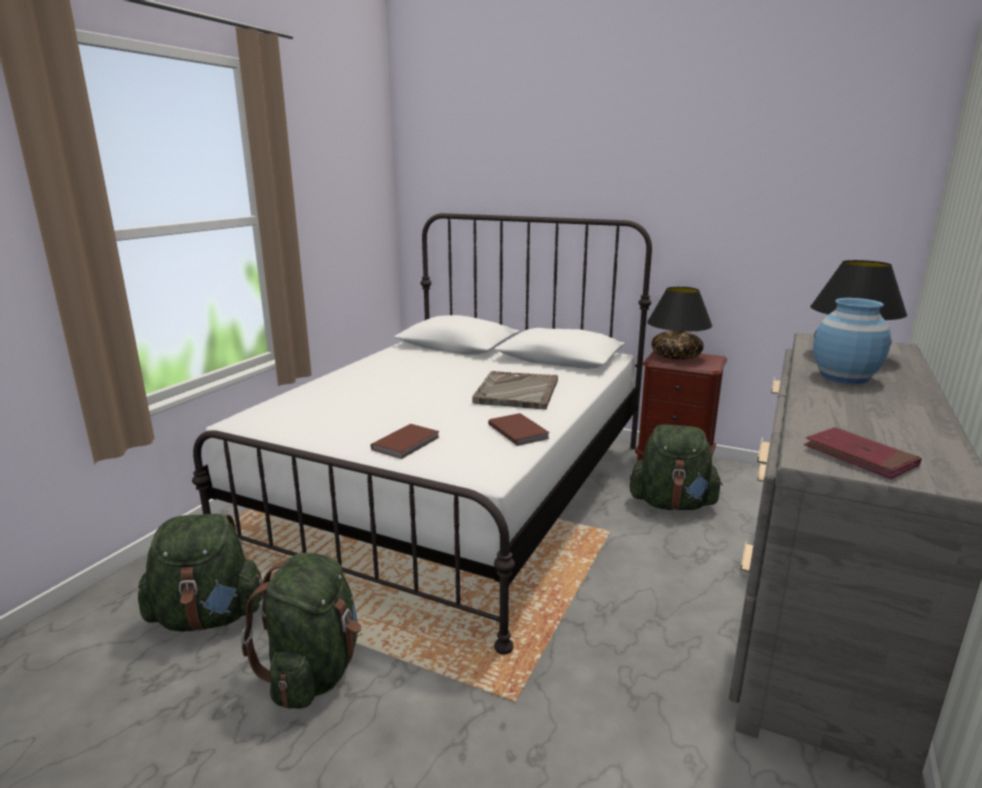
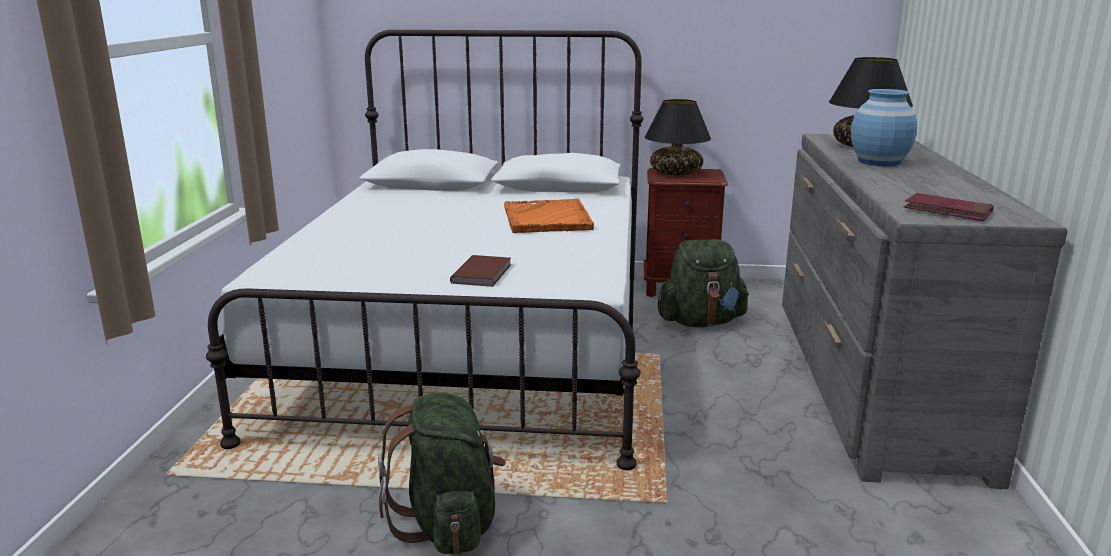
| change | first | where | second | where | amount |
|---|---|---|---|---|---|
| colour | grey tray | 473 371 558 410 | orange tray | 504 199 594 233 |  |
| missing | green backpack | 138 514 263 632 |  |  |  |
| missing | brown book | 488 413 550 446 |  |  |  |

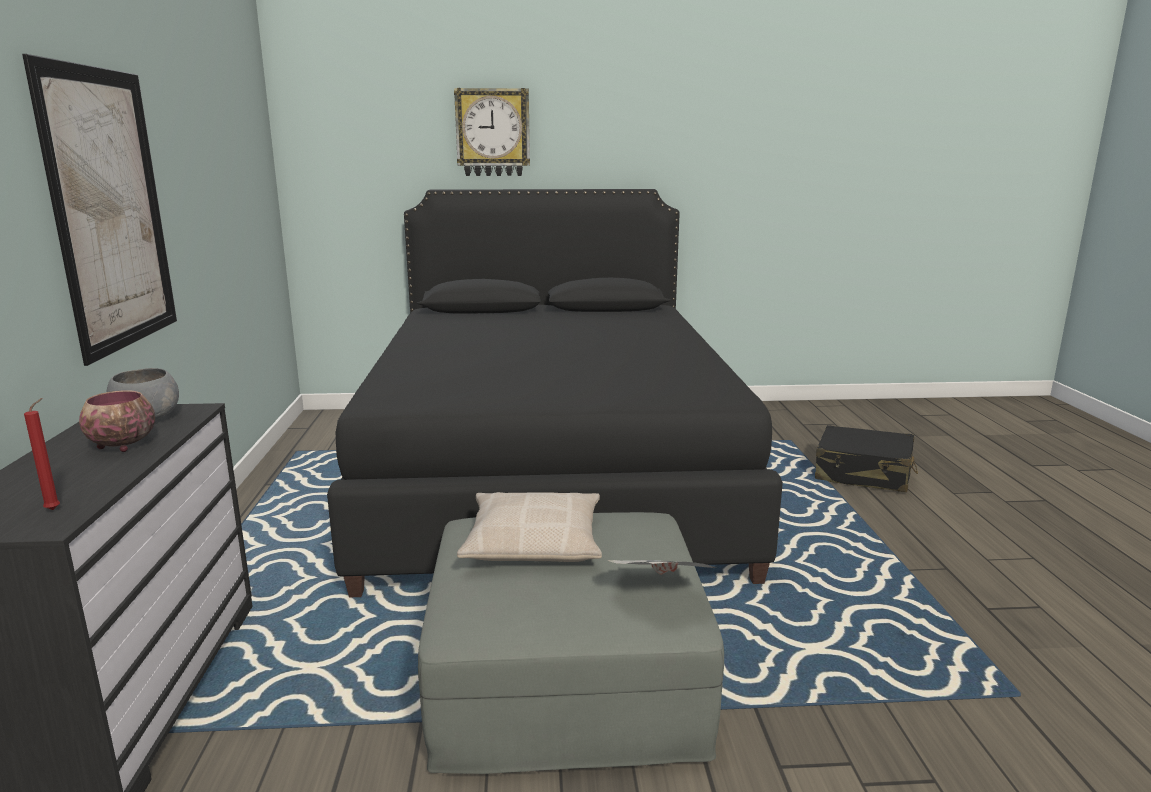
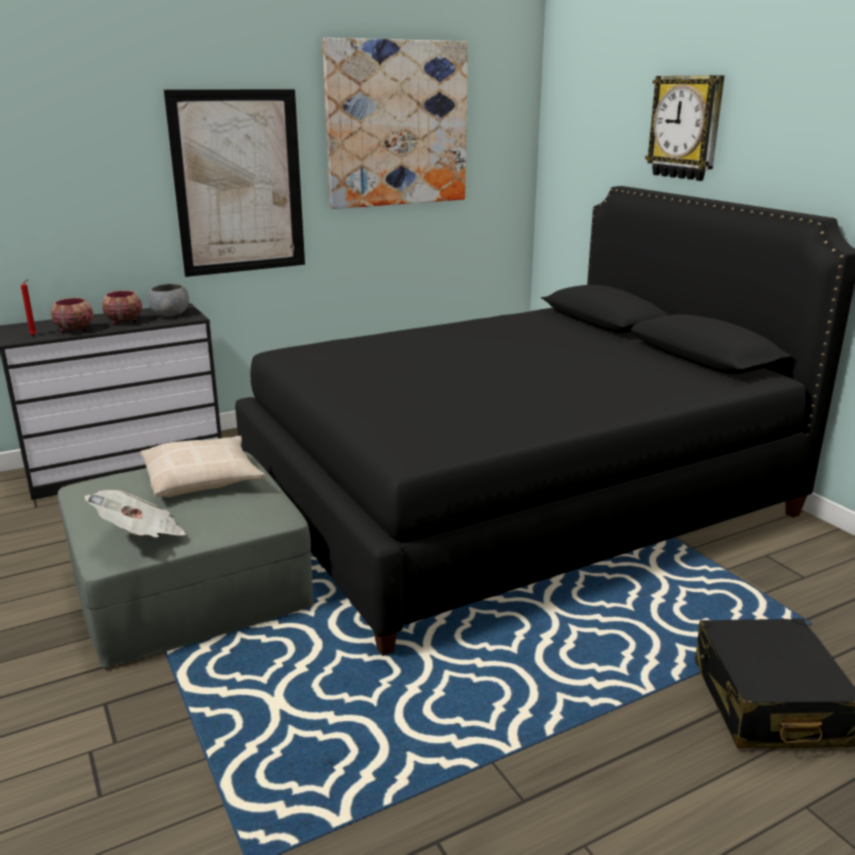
| change | first | where | second | where | amount |
|---|---|---|---|---|---|
| appeared |  |  | bowl | 51 298 94 333 |  |
| appeared |  |  | picture | 323 38 468 209 |  |

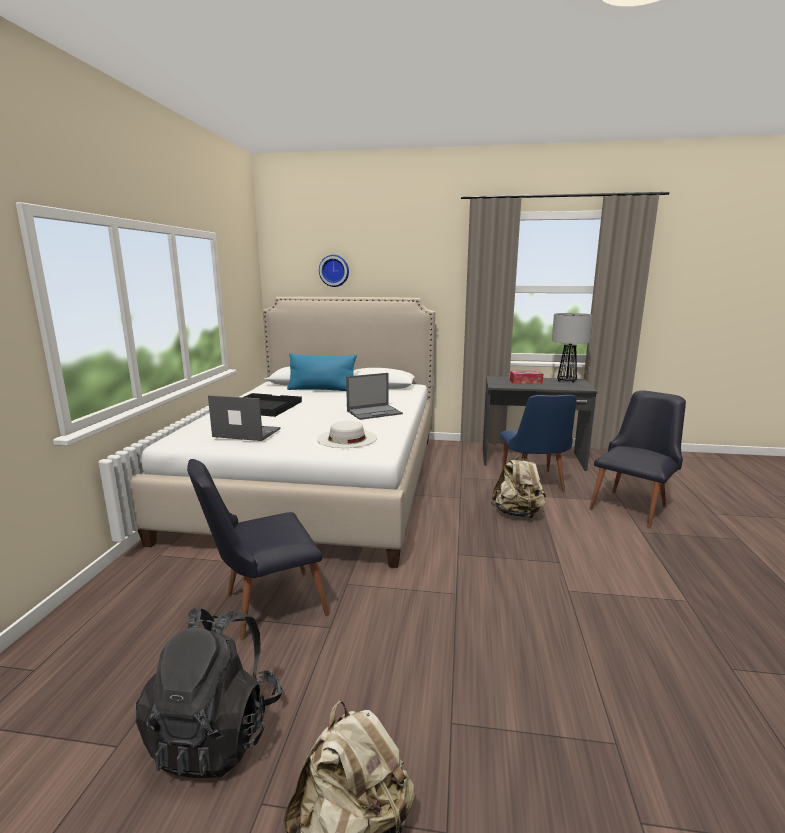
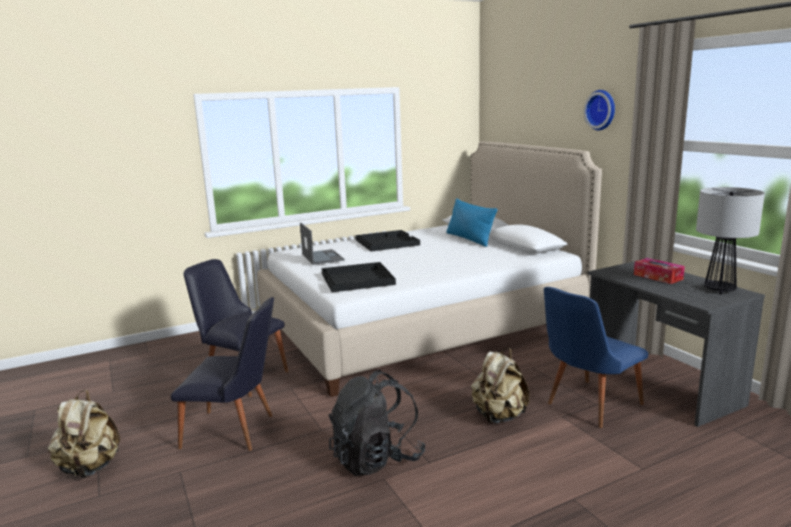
| change | first | where | second | where | amount |
|---|---|---|---|---|---|
| relocated | black chair | 589 390 686 528 |  | 171 297 274 451 |  |
| exchanged | white hat | 317 421 377 448 | black tray | 322 262 396 292 |  |
| relocated | black backpack | 136 608 282 778 |  | 329 370 426 476 |  |
| relocated | wall clock | 319 255 349 287 |  | 584 90 615 130 |  |
| missing | laptop | 346 373 403 420 |  |  |  |

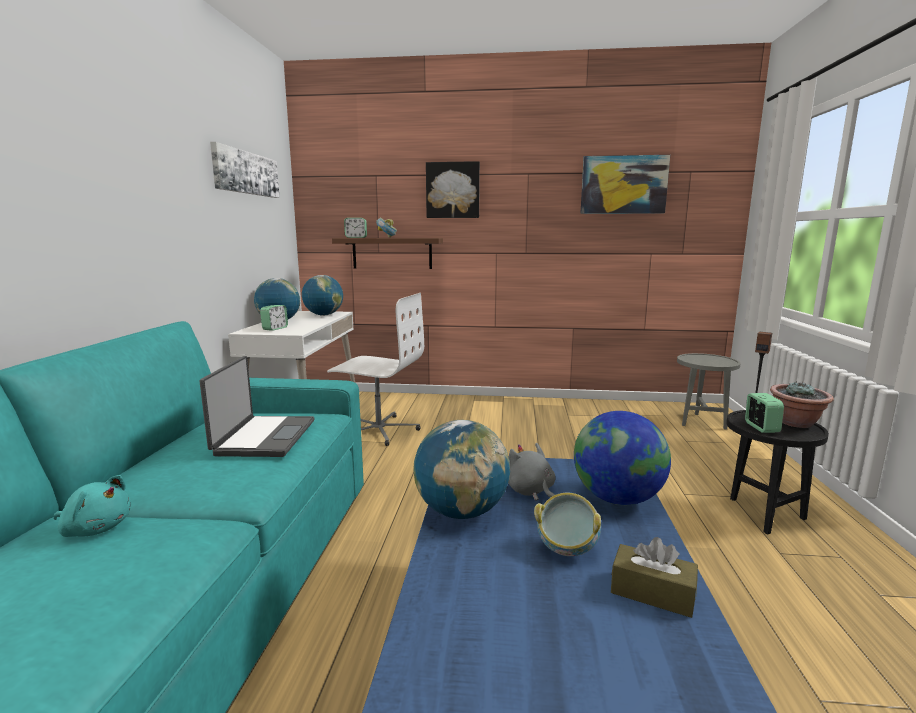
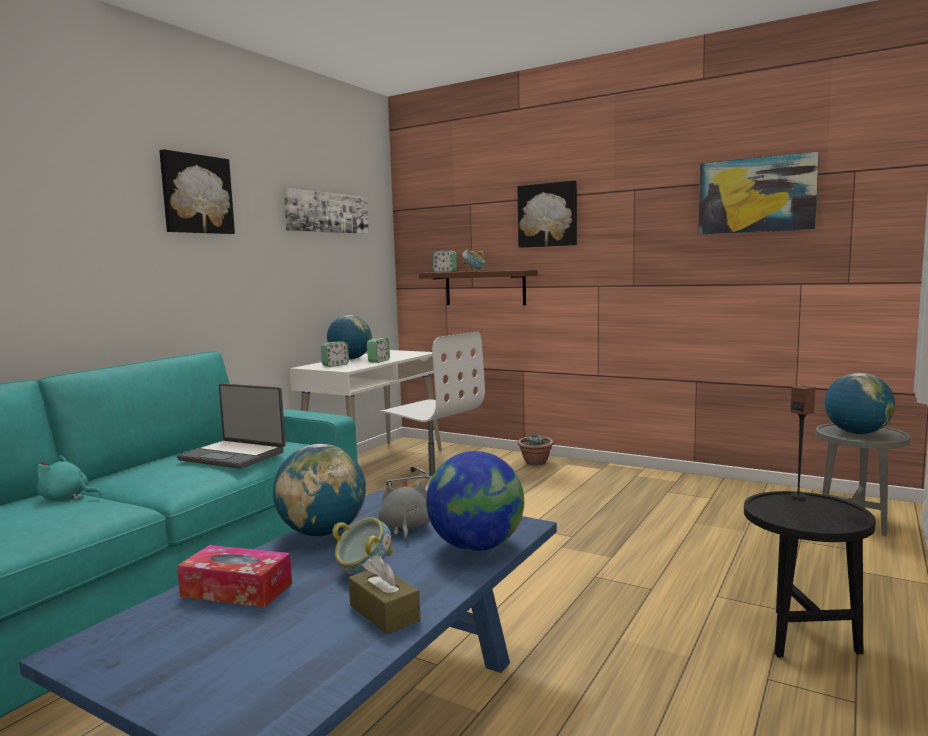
| change | first | where | second | where | amount |
|---|---|---|---|---|---|
| spun | turquoise plush toy | 54 475 131 537 |  | 37 455 102 501 | 150 degrees clockwise |
| appeared |  |  | picture | 159 149 235 234 |  |
| spun | laptop | 200 356 314 457 |  | 177 383 286 469 | 90 degrees clockwise |
| appeared |  |  | tissue box | 177 545 292 608 |  |
| relocated | alarm clock | 745 393 784 433 |  | 367 338 390 363 |  |
| relocated | potted plant | 770 381 834 428 |  | 517 434 554 466 |  |
| relocated | globe | 302 275 343 316 |  | 824 373 895 434 |  |

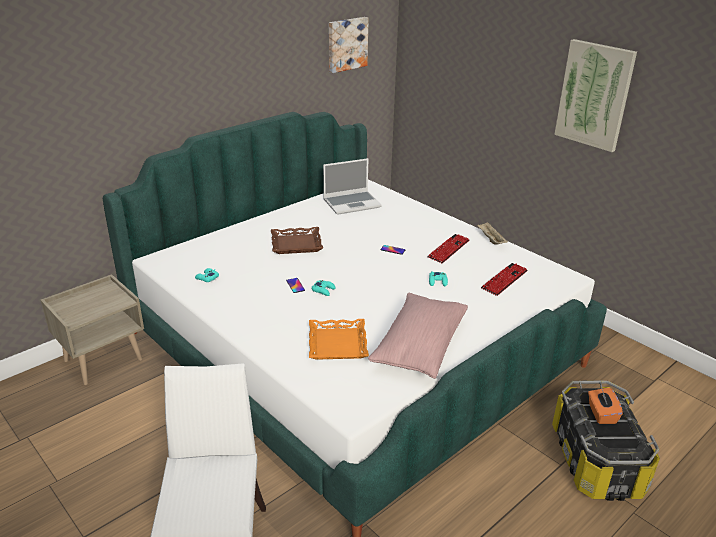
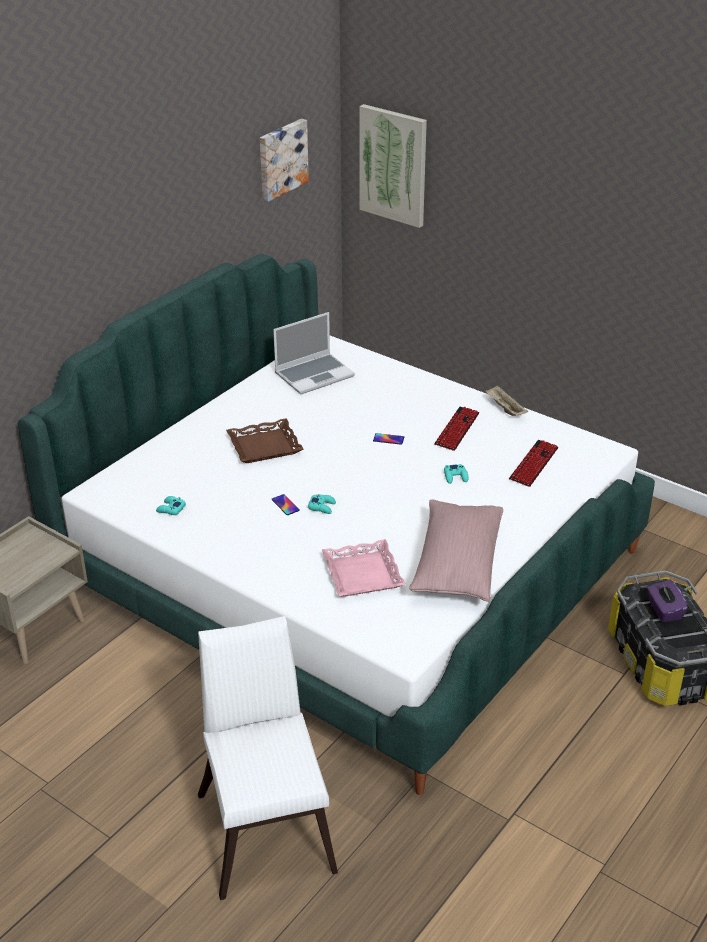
| change | first | where | second | where | amount |
|---|---|---|---|---|---|
| colour | orange tray | 309 319 369 360 | pink tray | 322 539 406 597 |  |
| relocated | picture | 554 39 637 152 |  | 360 104 427 228 |  |
| colour | orange tissue box | 588 387 623 424 | purple tissue box | 647 580 688 623 |  |

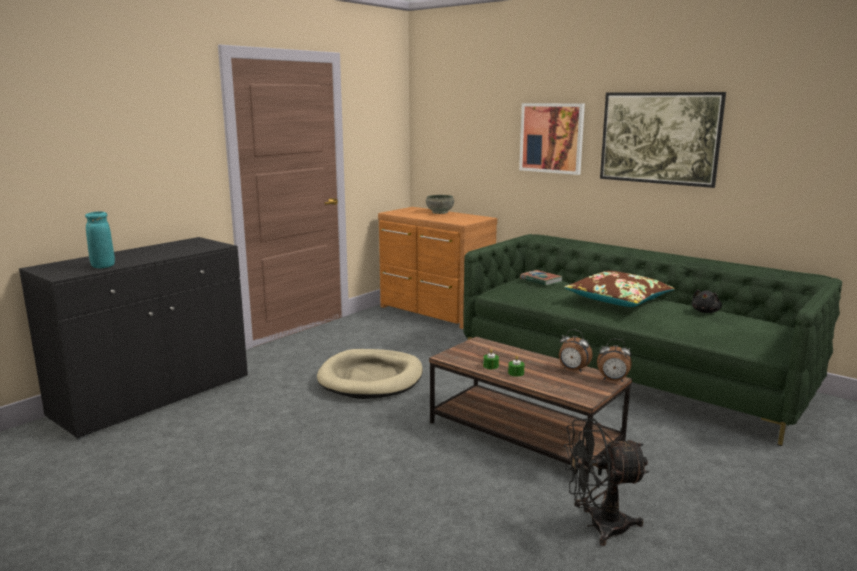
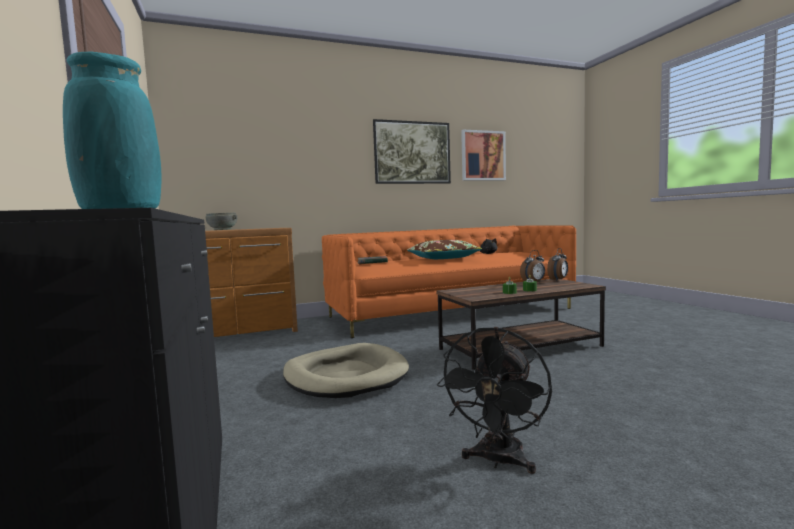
| change | first | where | second | where | amount |
|---|---|---|---|---|---|
| colour | green sofa | 463 234 842 446 | orange sofa | 322 225 576 338 |  |
| relocated | black fan | 564 418 649 546 |  | 437 327 552 474 |  |
| relocated | picture | 519 103 585 175 |  | 461 130 506 181 |  |

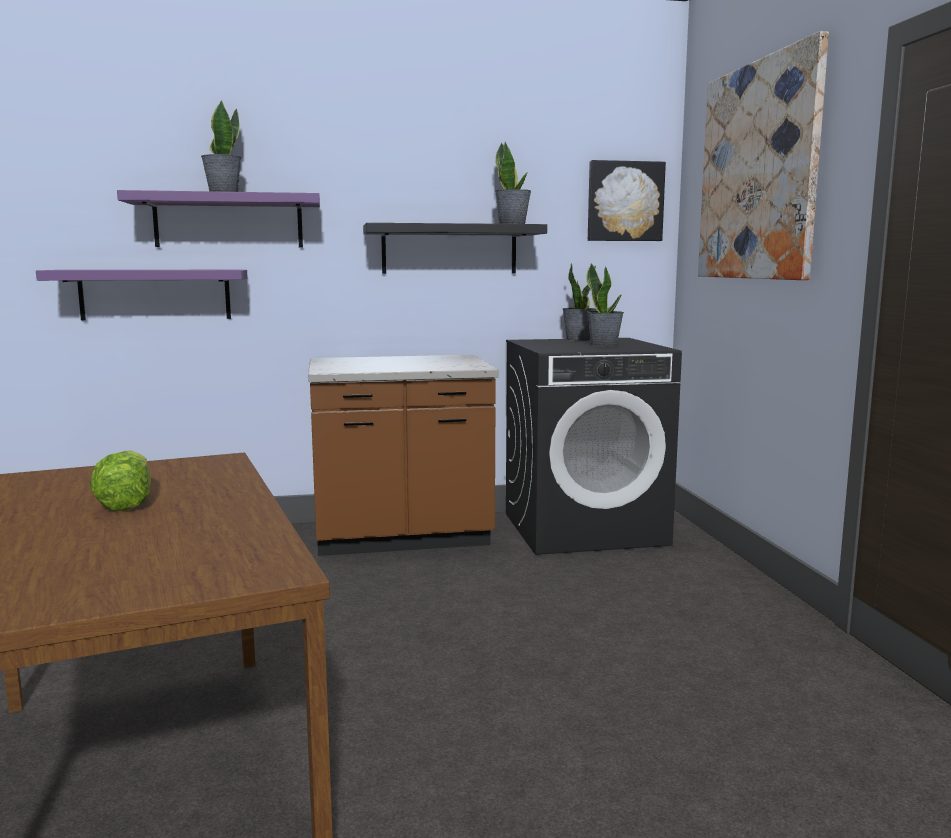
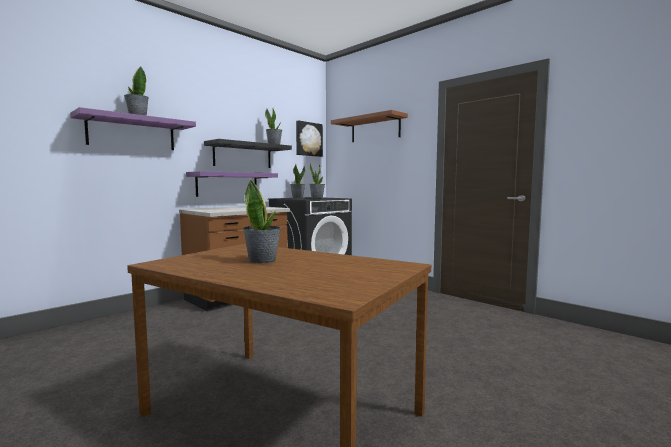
| change | first | where | second | where | amount |
|---|---|---|---|---|---|
| relocated | purple shelf | 36 270 248 320 |  | 186 171 278 197 |  |
| exchanged | lettuce | 90 450 151 511 | potted plant | 243 179 281 264 |  |
| exchanged | picture | 698 31 829 280 | brown shelf | 331 110 408 142 |  |

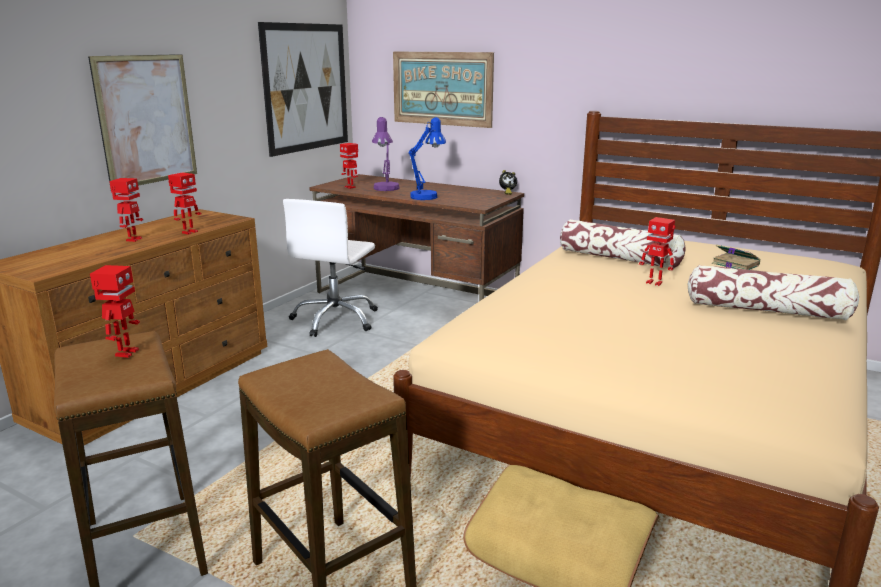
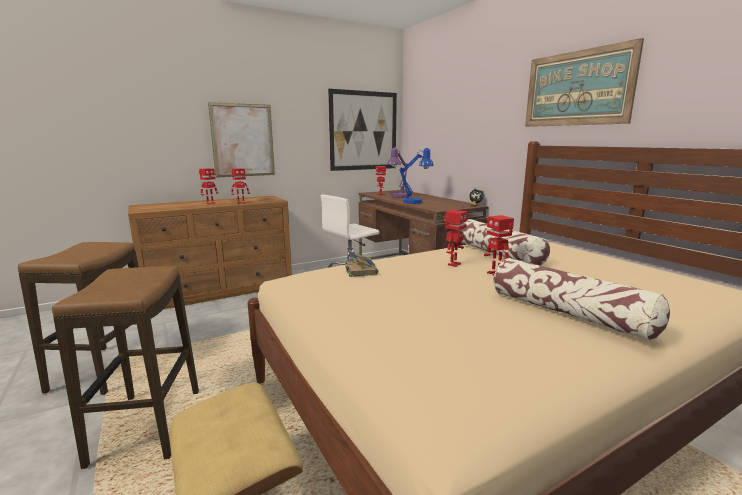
| change | first | where | second | where | amount |
|---|---|---|---|---|---|
| relocated | book | 712 244 760 270 |  | 345 249 378 277 |  |
| relocated | toy robot | 90 265 140 358 |  | 445 210 468 267 |  |
| relocated | picture | 393 52 494 128 |  | 525 38 644 127 |  |

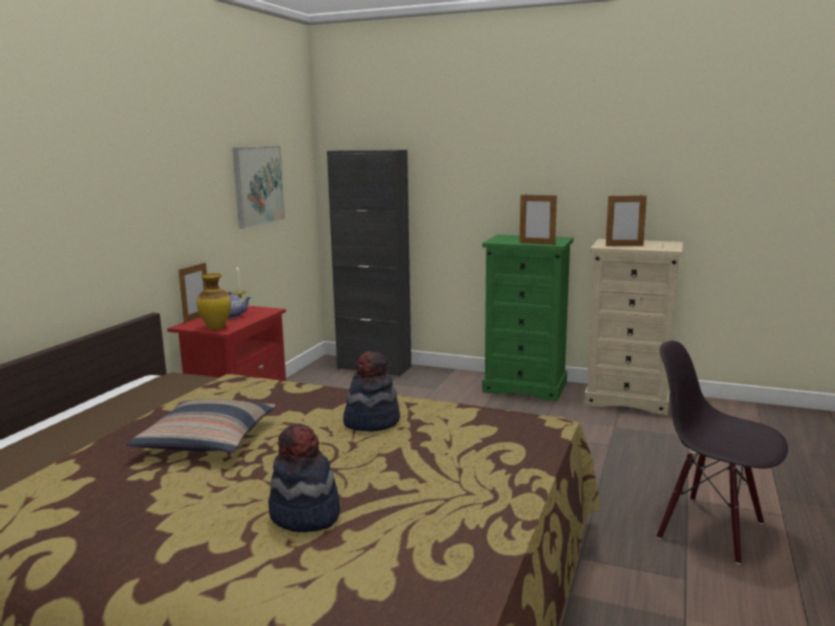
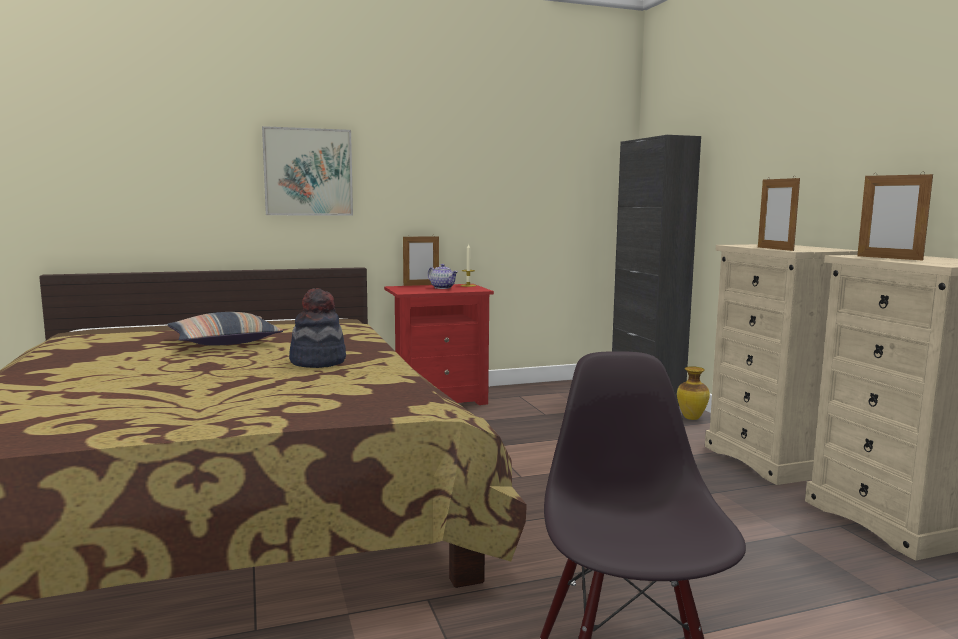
| change | first | where | second | where | amount |
|---|---|---|---|---|---|
| relocated | picture | 233 146 285 229 |  | 262 126 353 215 |  |
| relocated | vase | 197 273 231 330 |  | 677 366 710 420 |  |
| colour | green dresser | 482 235 574 401 | beige dresser | 705 244 858 485 |  |
| missing | hat | 268 423 340 532 |  |  |  |

